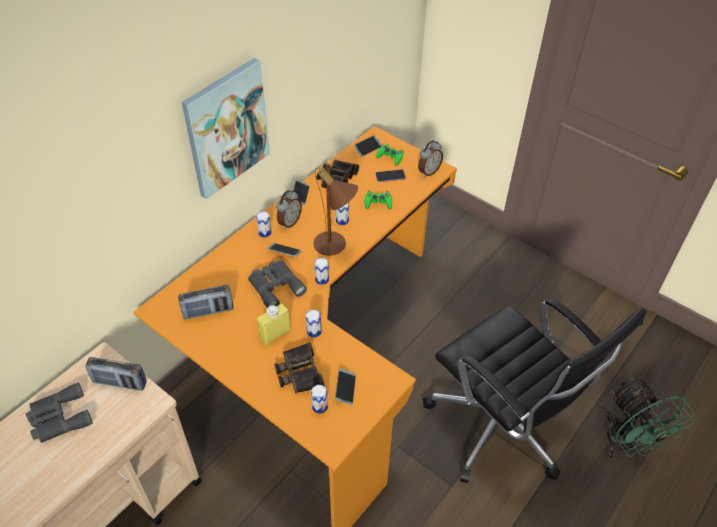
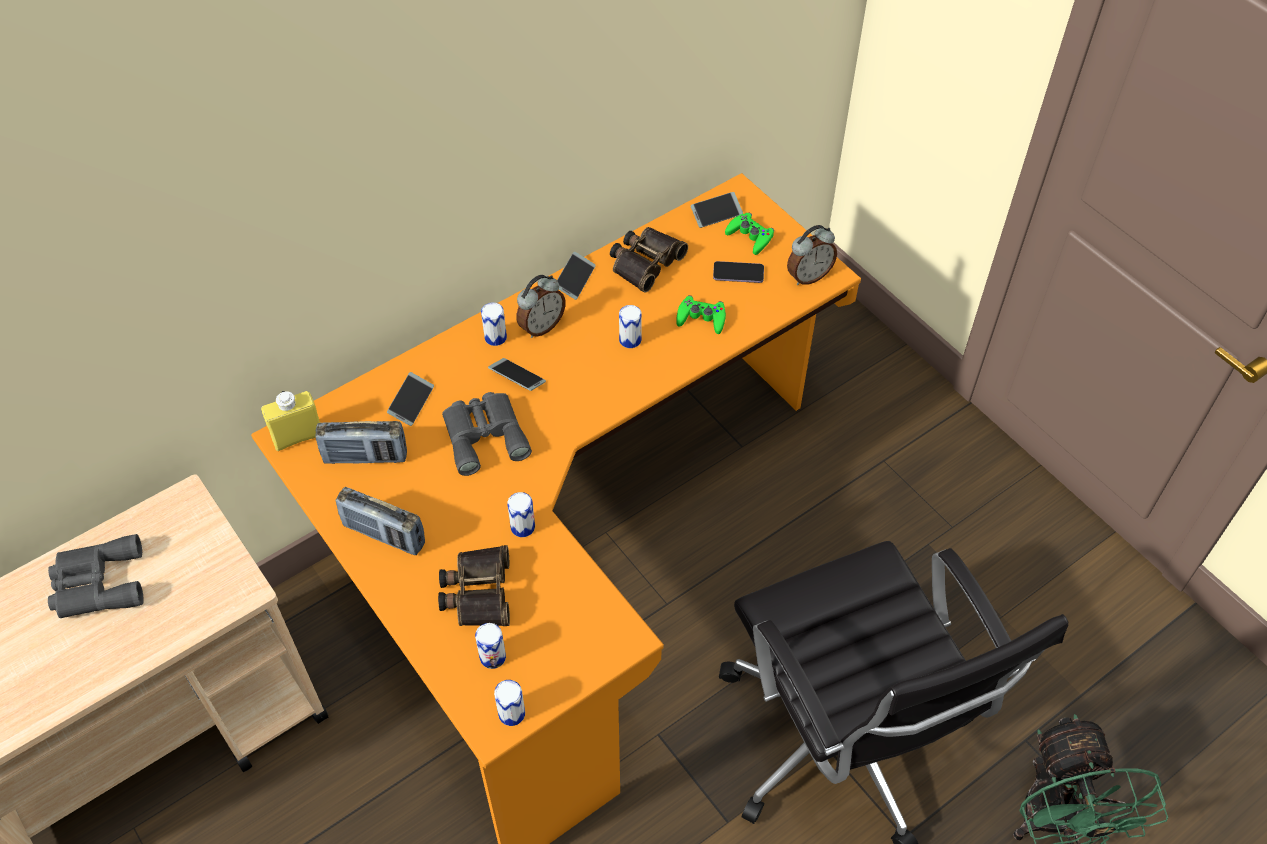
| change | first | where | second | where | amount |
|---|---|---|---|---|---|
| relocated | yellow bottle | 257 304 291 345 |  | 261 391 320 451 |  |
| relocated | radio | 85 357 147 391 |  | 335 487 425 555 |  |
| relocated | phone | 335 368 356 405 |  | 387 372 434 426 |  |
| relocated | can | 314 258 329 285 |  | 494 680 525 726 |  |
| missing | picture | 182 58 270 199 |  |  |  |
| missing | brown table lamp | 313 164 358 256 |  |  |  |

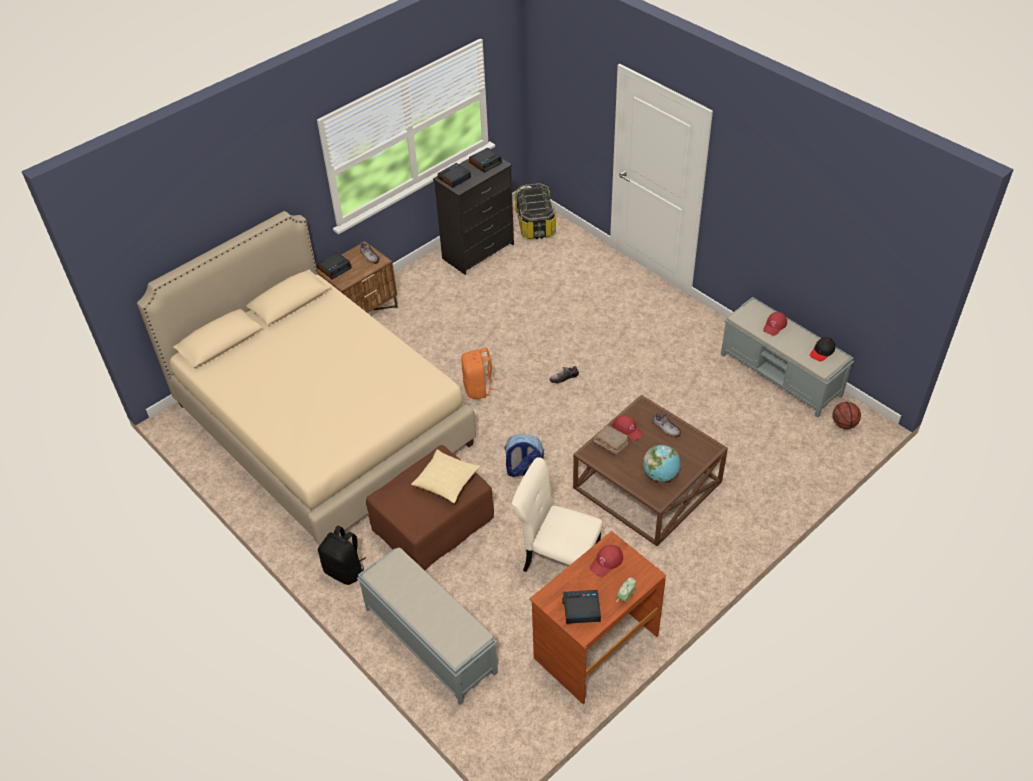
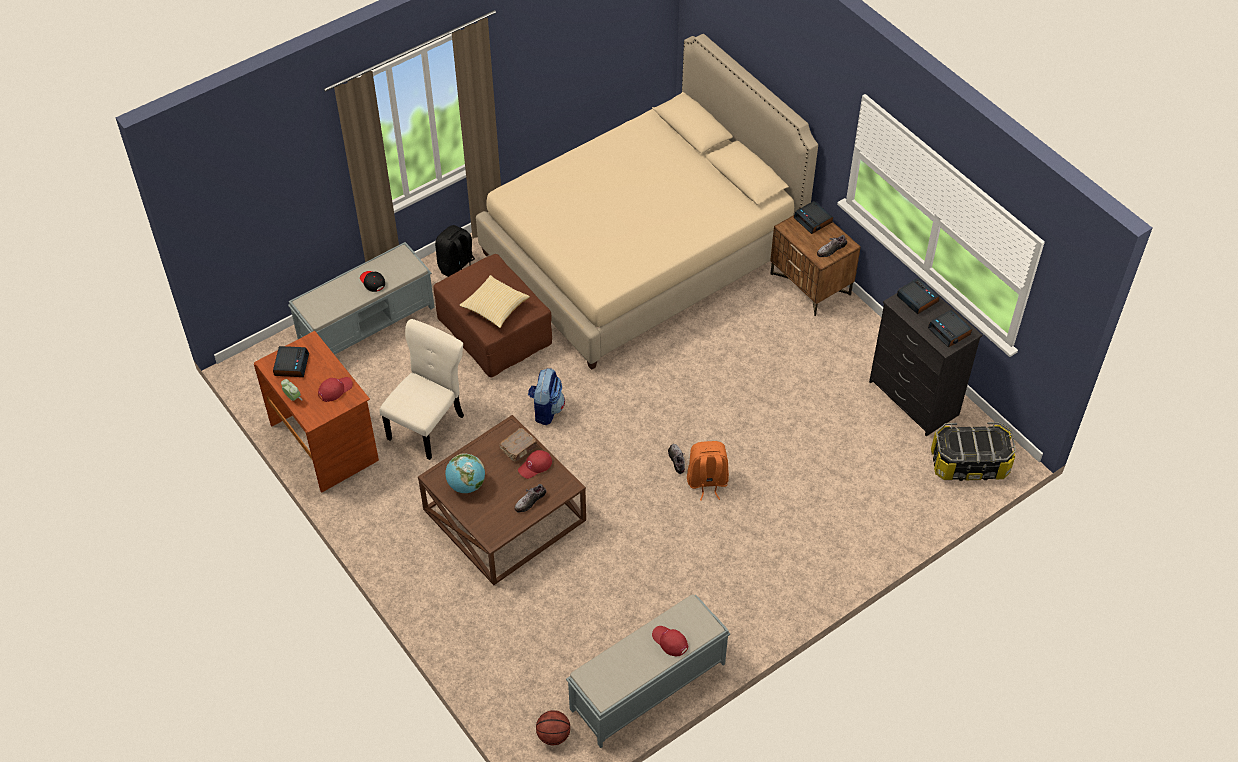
| change | first | where | second | where | amount |
|---|---|---|---|---|---|
| spun | red cap | 590 545 623 577 |  | 318 377 353 402 | 90 degrees clockwise |
| relocated | black cap | 810 337 836 362 |  | 360 271 385 292 |  |
| relocated | orange backpack | 461 348 499 399 |  | 687 441 729 501 |  |

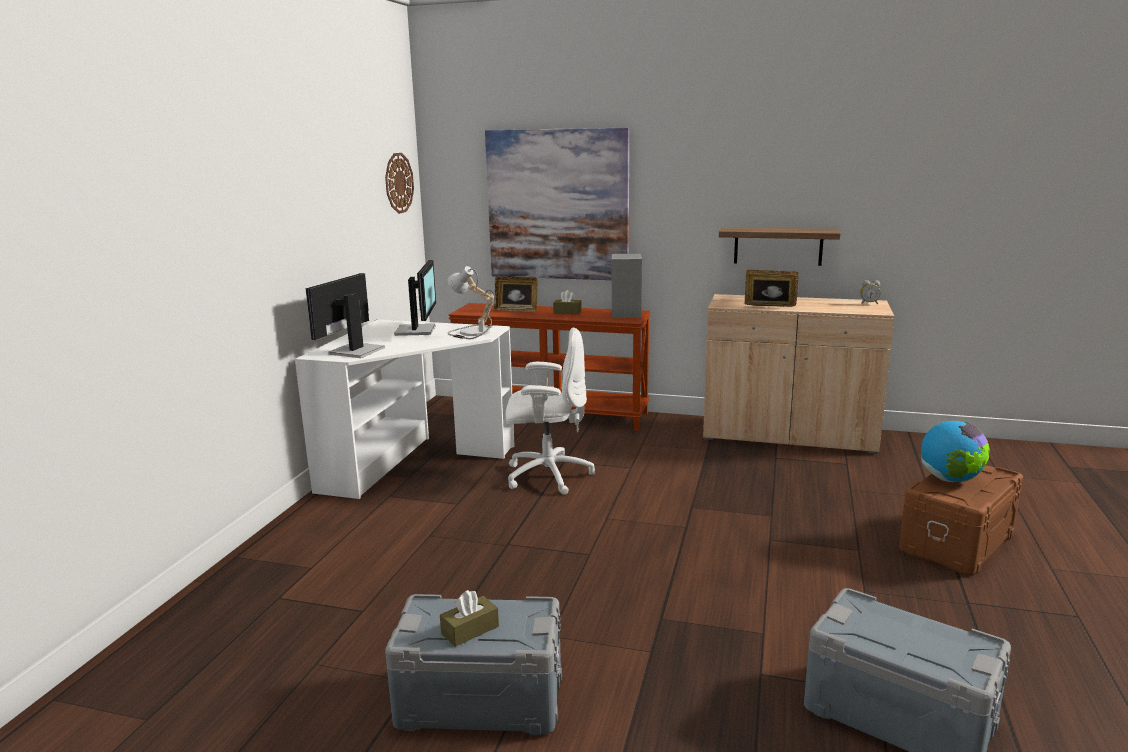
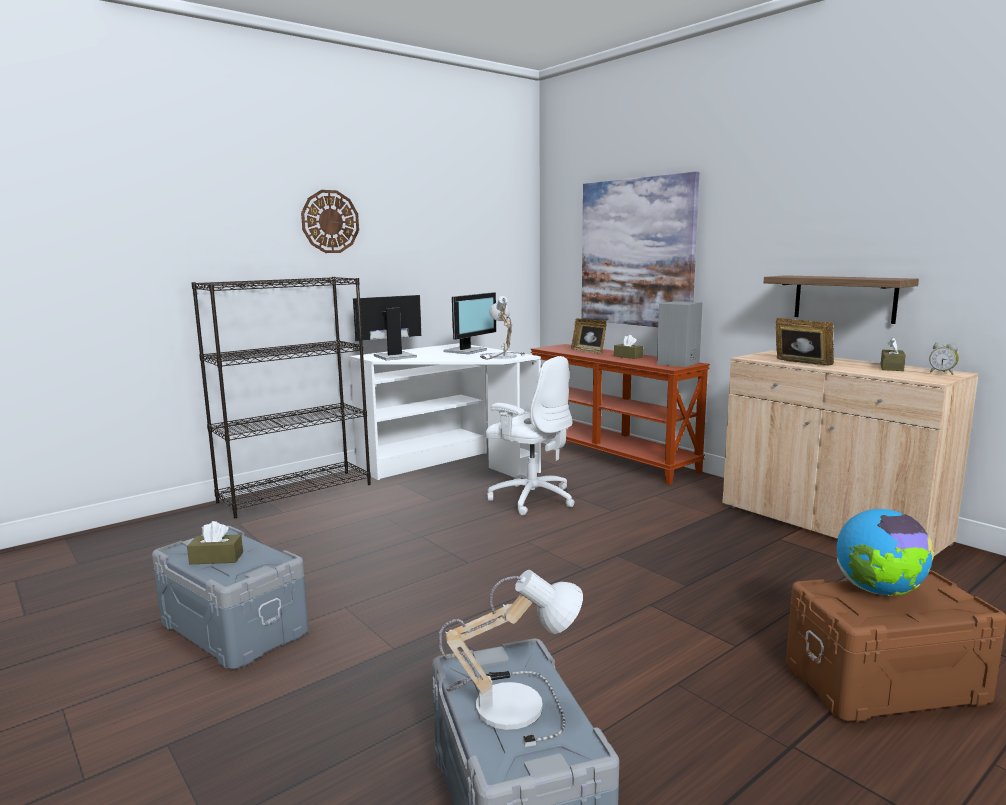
| change | first | where | second | where | amount |
|---|---|---|---|---|---|
| appeared |  |  | black bookcase | 192 277 371 518 |  |
| relocated | wall clock | 385 153 414 214 |  | 301 190 359 253 |  |
| appeared |  |  | table lamp | 439 570 583 747 |  |
| appeared |  |  | brown tissue box | 881 337 906 371 |  |

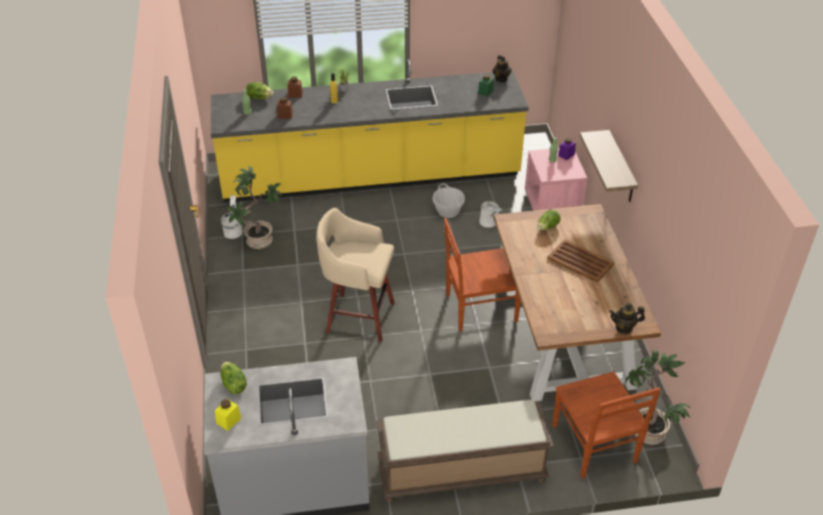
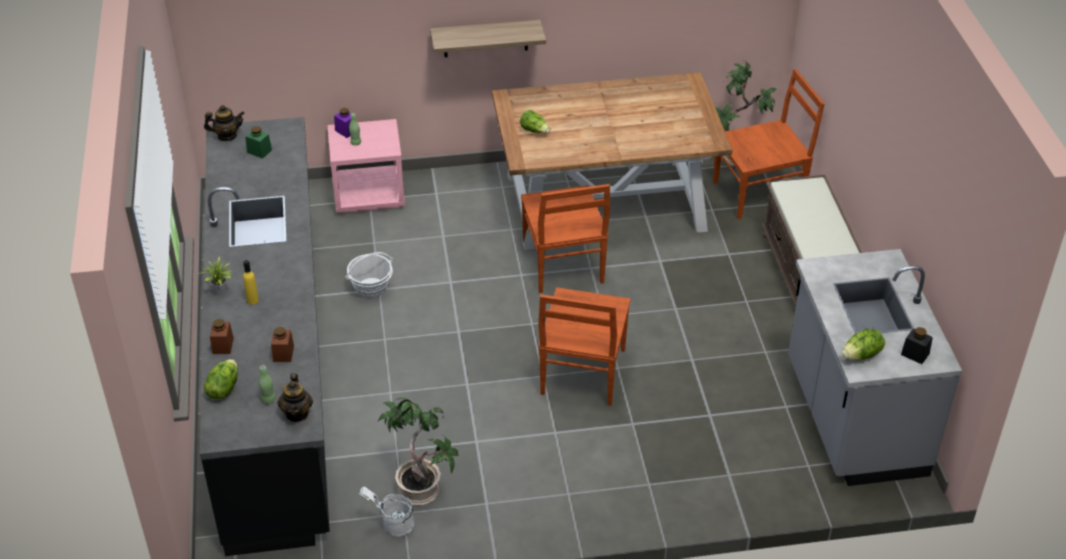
| change | first | where | second | where | amount |
|---|---|---|---|---|---|
| colour | yellow counter | 211 59 529 202 | black counter | 200 117 330 556 |  |
| relocated | teapot | 609 303 645 334 |  | 278 373 313 422 |  |
| exchanged | beige stool | 316 208 395 342 | brown chair | 538 288 631 406 |  |
| colour | yellow jar | 215 399 241 431 | black jar | 901 327 933 364 |  |
| missing | white bucket | 479 201 503 228 |  |  |  |
| missing | brown tray | 547 239 614 283 |  |  |  |

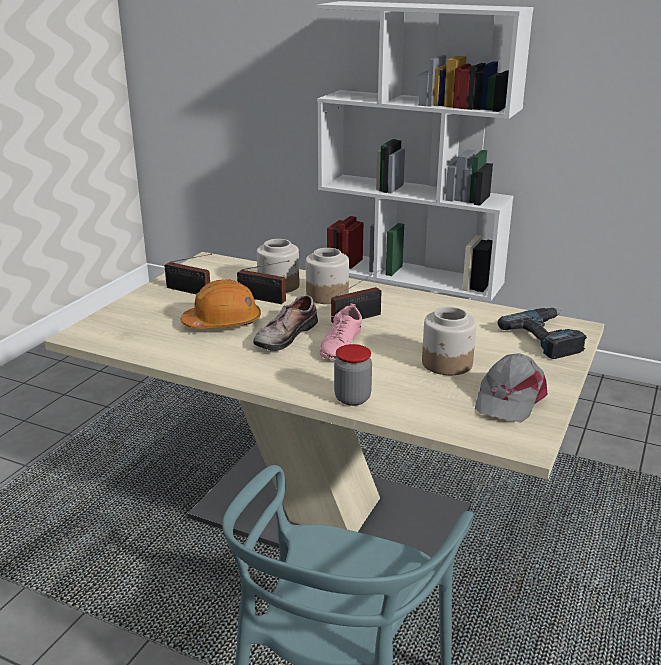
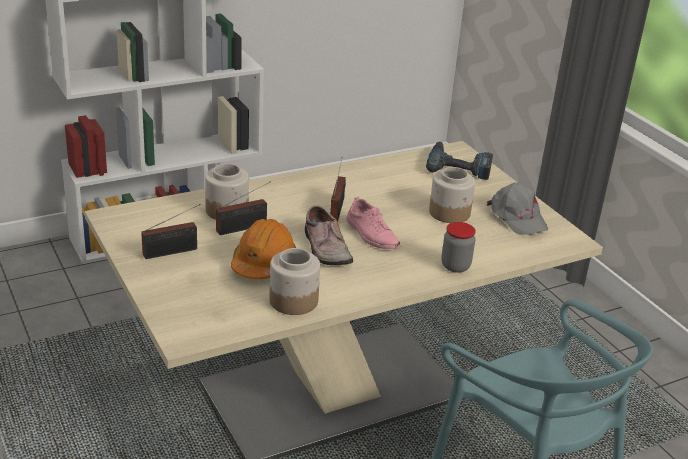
| change | first | where | second | where | amount |
|---|---|---|---|---|---|
| relocated | jar | 306 248 349 304 |  | 269 248 320 315 |  |

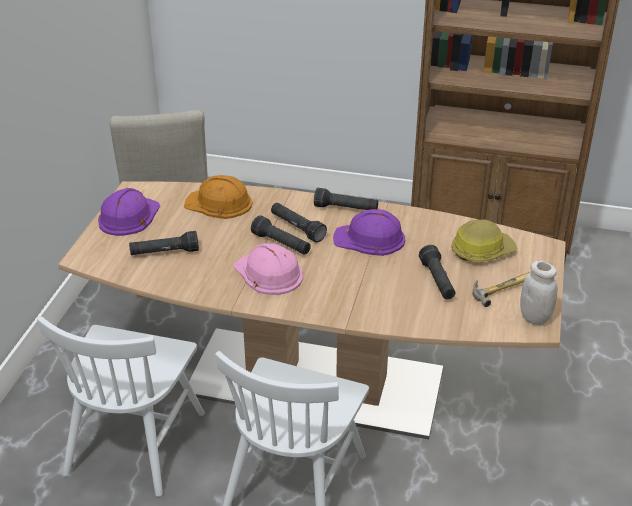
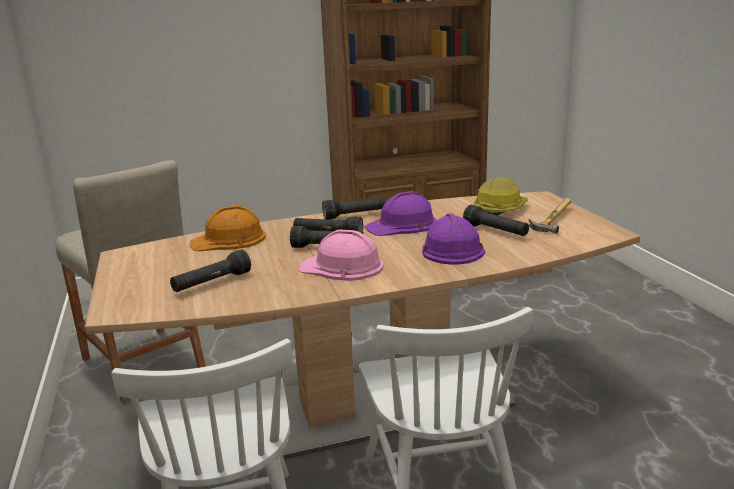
| change | first | where | second | where | amount |
|---|---|---|---|---|---|
| relocated | purple hard hat | 98 188 160 236 |  | 422 213 485 264 |  |
| missing | white jar | 520 260 558 325 |  |  |  |

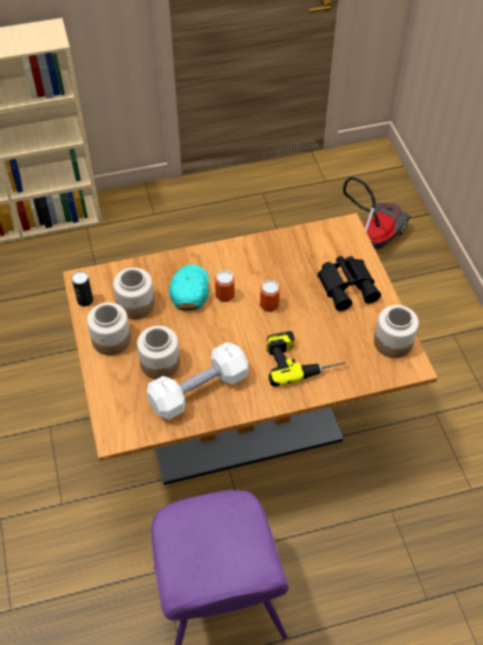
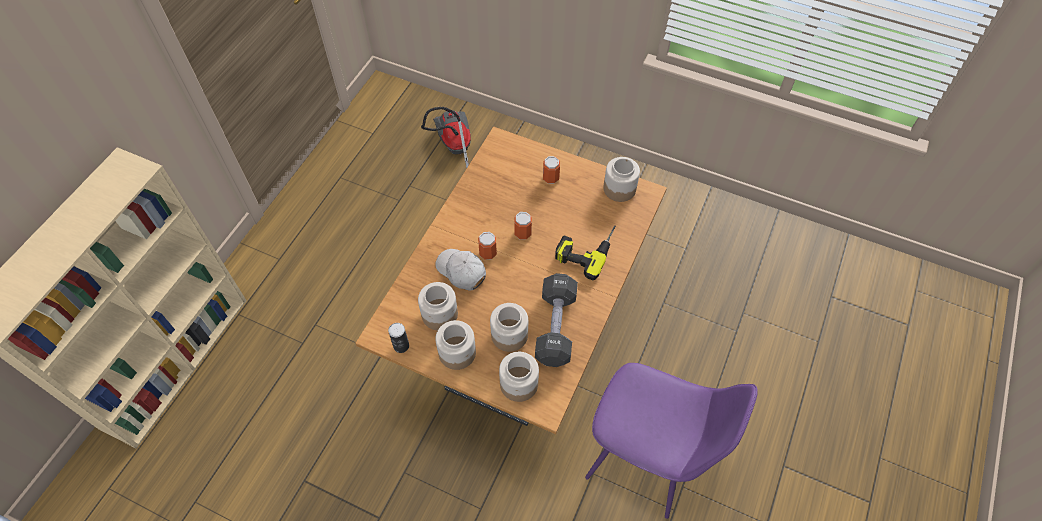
| change | first | where | second | where | amount |
|---|---|---|---|---|---|
| colour | turquoise cap | 169 265 209 311 | white cap | 435 249 486 291 |  |
| appeared |  |  | jar | 499 352 539 402 |  |
| colour | white dumbbell | 147 342 248 420 | black dumbbell | 535 273 578 367 |  |
| exchanged | black binoculars | 317 256 381 311 | can | 543 156 560 184 |  |

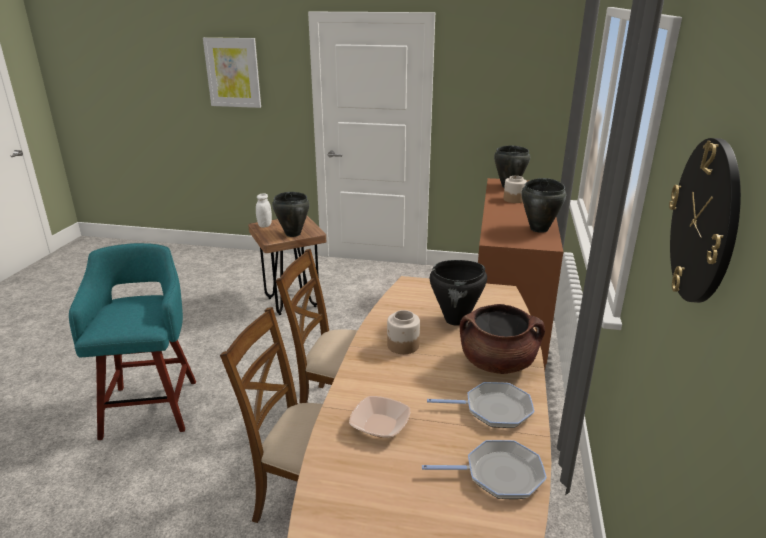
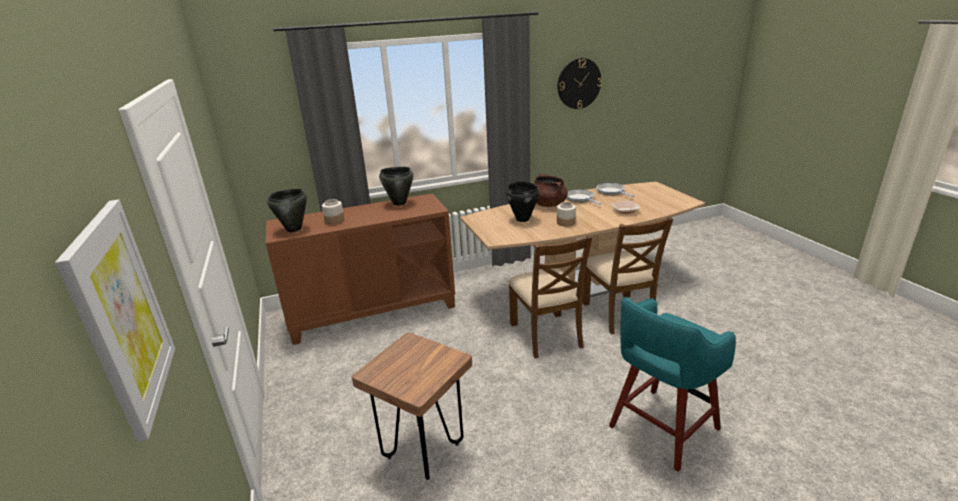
| change | first | where | second | where | amount |
|---|---|---|---|---|---|
| missing | white jar | 256 193 272 228 |  |  |  |
| missing | black cooking pot | 272 192 310 237 |  |  |  |

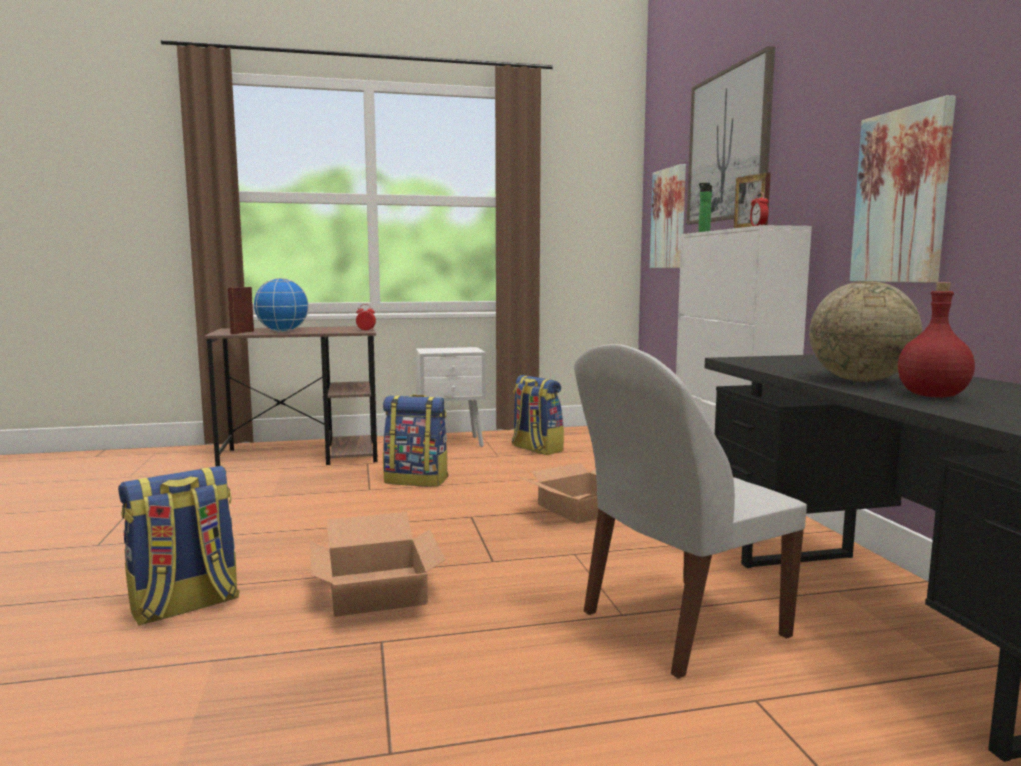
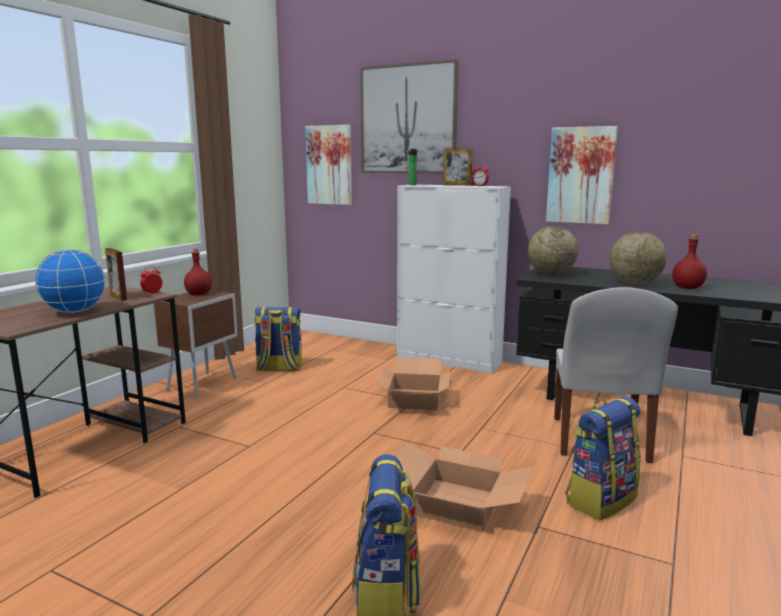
| change | first | where | second | where | amount |
|---|---|---|---|---|---|
| relocated | picture frame | 228 287 254 334 |  | 105 248 127 301 |  |
| colour | white nightstand | 416 347 486 447 | brown nightstand | 154 290 237 398 |  |
| appeared |  |  | red bottle | 184 249 212 295 |  |
| appeared |  |  | globe | 528 226 578 275 |  |
| relocated | backpack | 383 395 449 487 |  | 566 397 641 521 |  |

